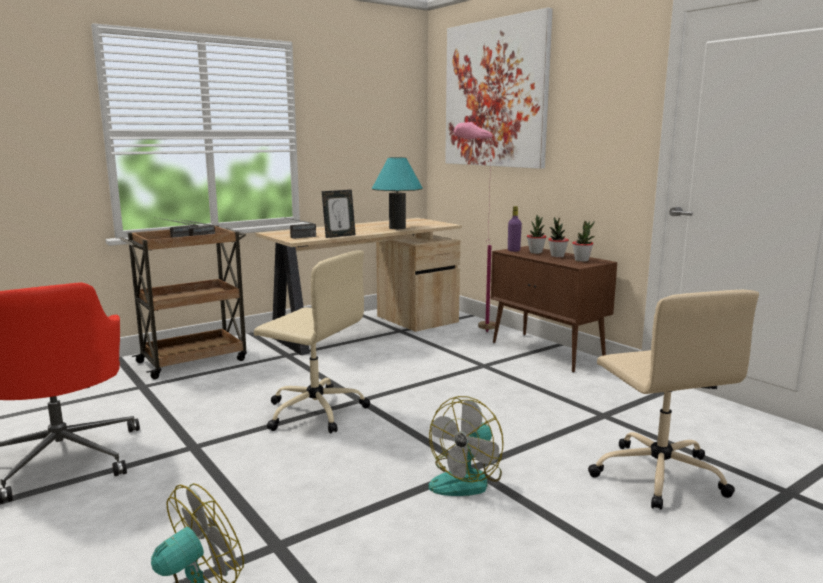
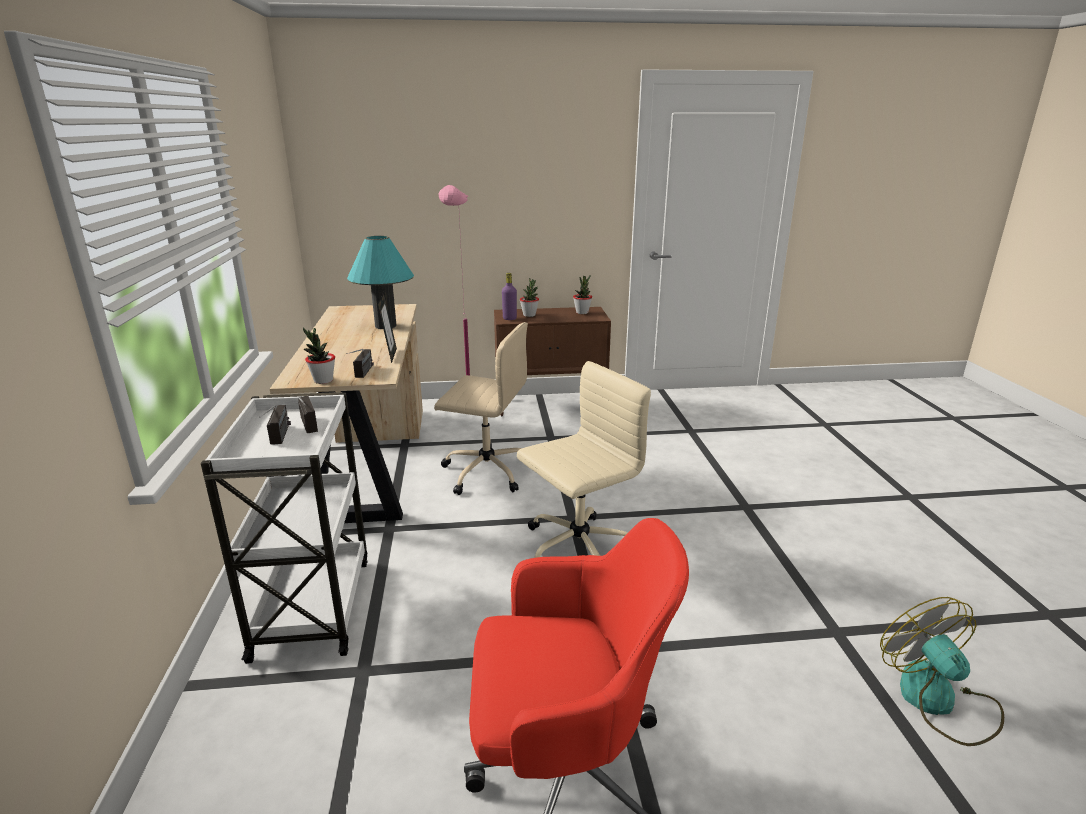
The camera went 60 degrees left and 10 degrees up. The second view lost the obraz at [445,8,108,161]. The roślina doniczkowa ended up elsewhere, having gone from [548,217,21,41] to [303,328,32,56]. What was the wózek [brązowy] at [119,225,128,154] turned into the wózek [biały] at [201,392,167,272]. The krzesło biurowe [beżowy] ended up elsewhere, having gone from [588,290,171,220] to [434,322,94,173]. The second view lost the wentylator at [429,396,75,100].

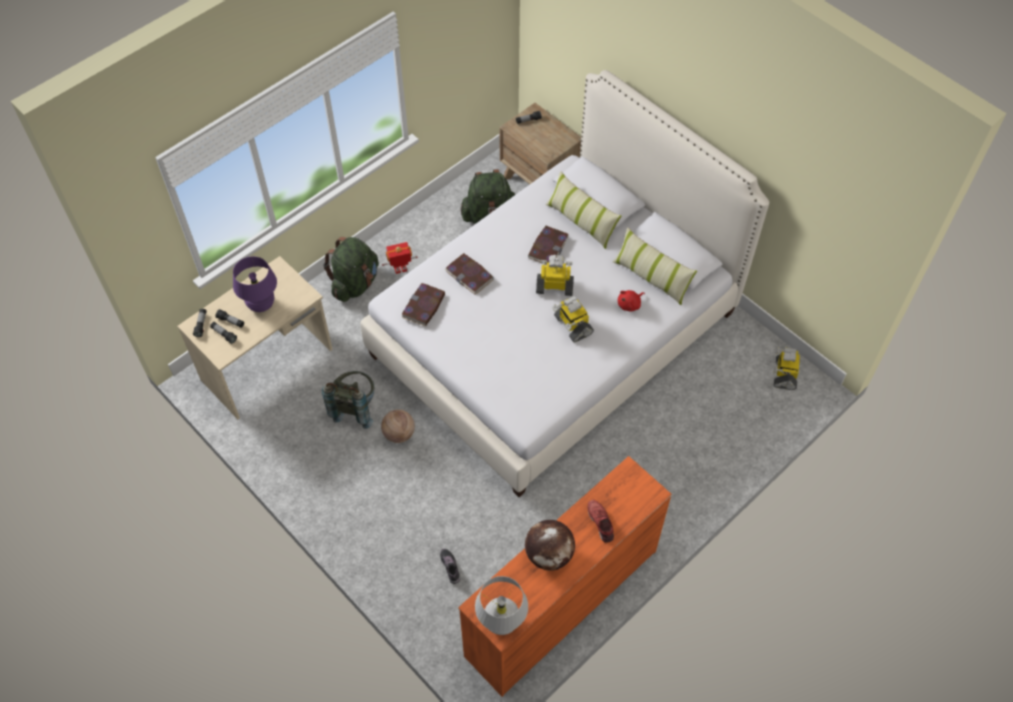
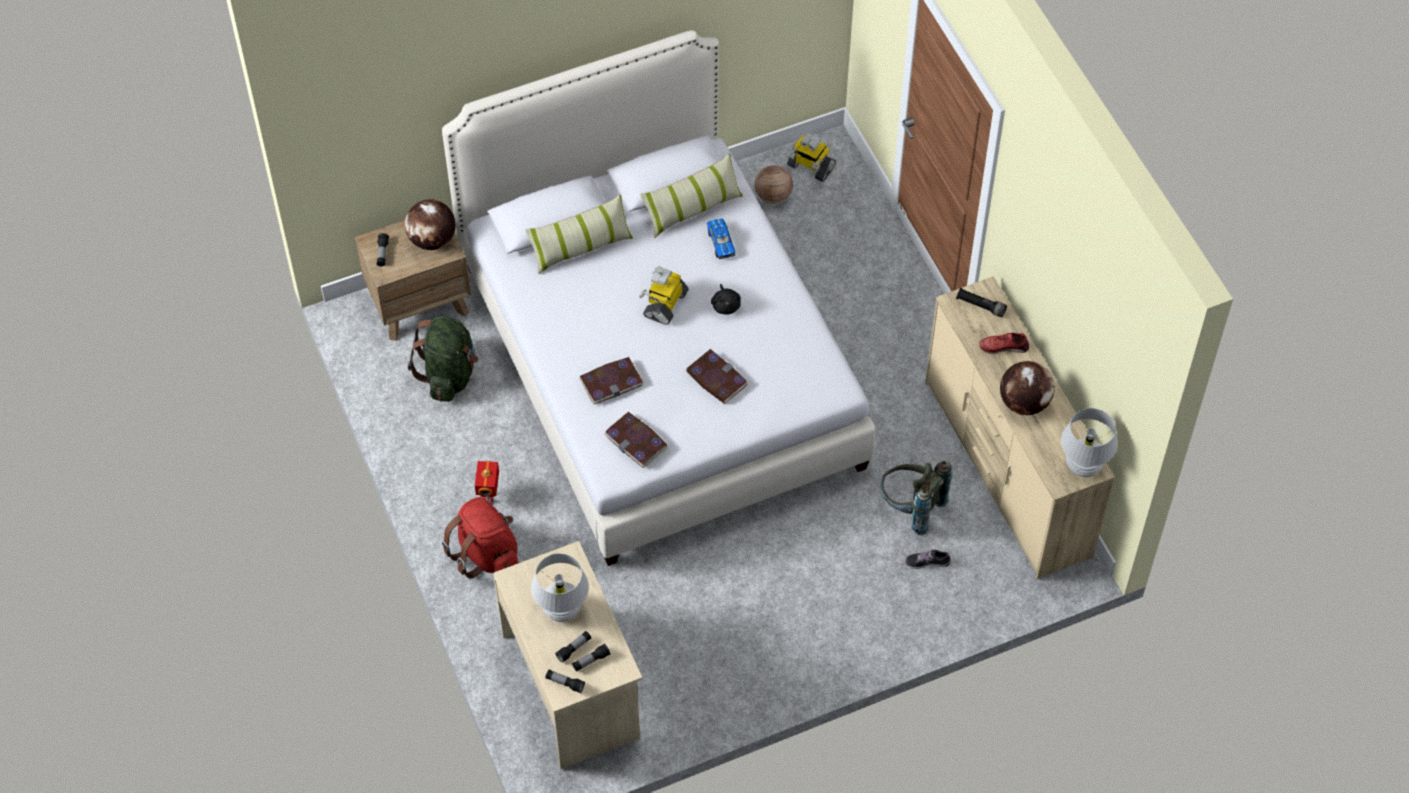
The camera went 70 degrees left and 0 degrees up. The książka ended up elsewhere, having gone from [528,226,41,39] to [686,349,63,55]. What was the plecak [zielony] at [323,237,56,65] turned into the plecak [czerwony] at [442,497,76,81]. What was the lampa stołowa [fioletowy] at [233,256,44,56] turned into the lampa stołowa [biały] at [531,553,58,69]. Where the pluszak [czerwony] stood at [618,290,27,22], the samochodzik came to stand at [707,218,29,41]. Where the robot zabawkowy stood at [552,296,42,46], the pluszak [czarny] came to stand at [711,284,30,30]. The plecak [szary] ended up elsewhere, having gone from [322,371,52,58] to [880,460,72,75]. The piłka do koszykówki ended up elsewhere, having gone from [381,410,34,33] to [755,165,38,39]. What was the komoda [pomarańczowy] at [458,456,214,241] turned into the komoda [beżowy] at [925,276,190,303]. The second view gained the globus at [405,199,51,51]. The second view gained the latarka [czarny] at [956,288,51,29].

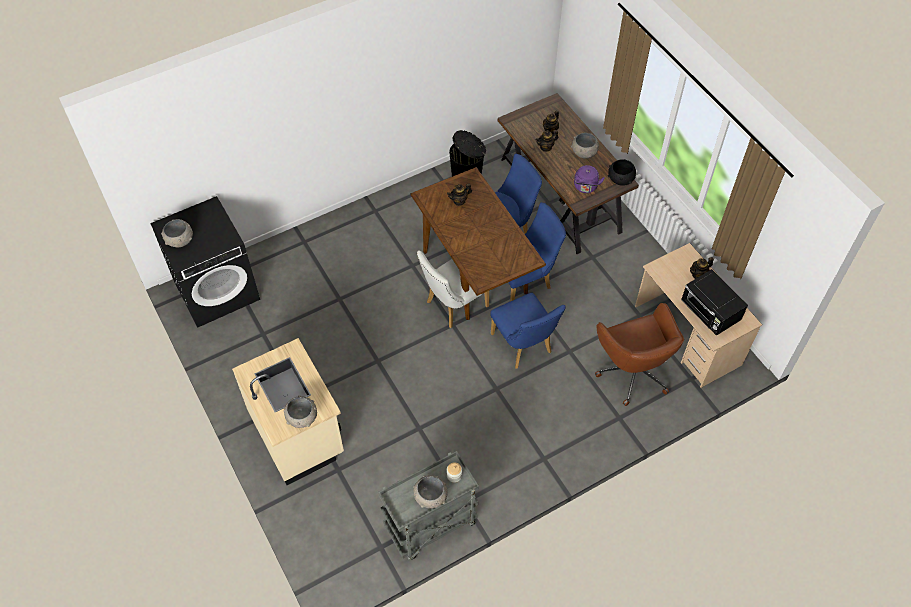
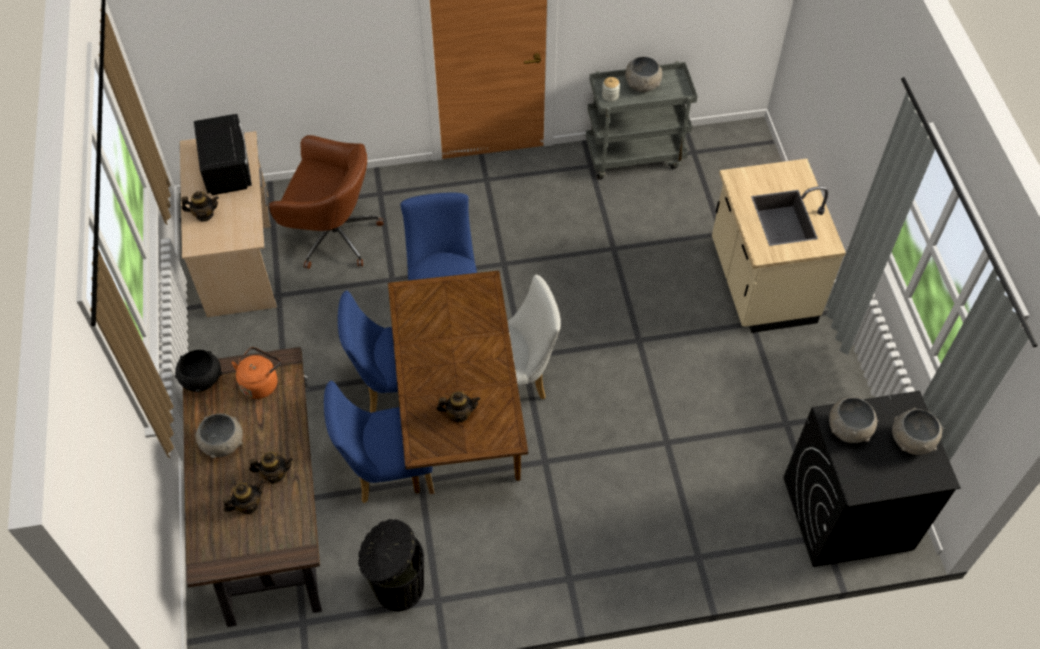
The camera went 160 degrees left and 0 degrees up. What was the czajnik [fioletowy] at [574,165,31,28] turned into the czajnik [pomarańczowy] at [231,347,50,52]. The krzesło biurowe [brązowy] at [595,303,89,103] ended up facing another way, 105 degrees clockwise from before. The miska [szary] ended up elsewhere, having gone from [284,395,33,33] to [829,397,49,46].

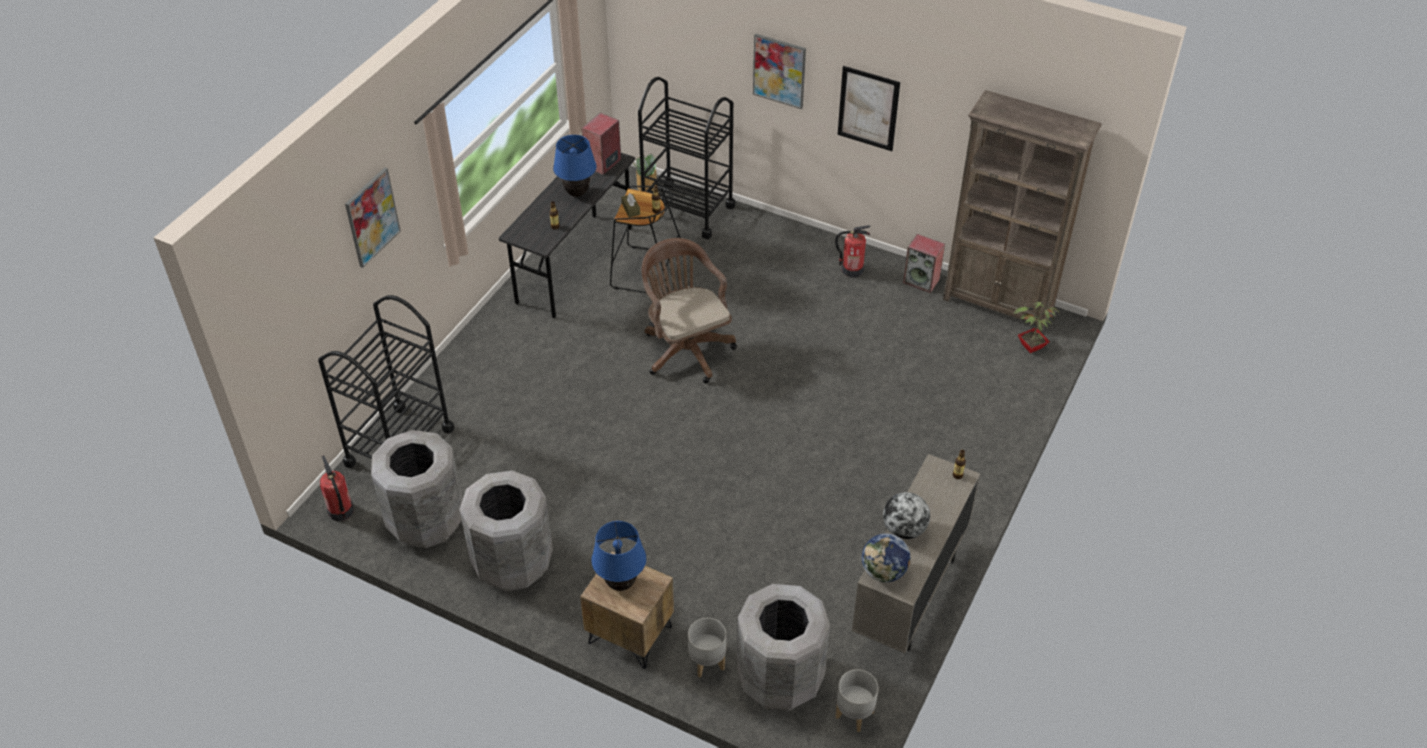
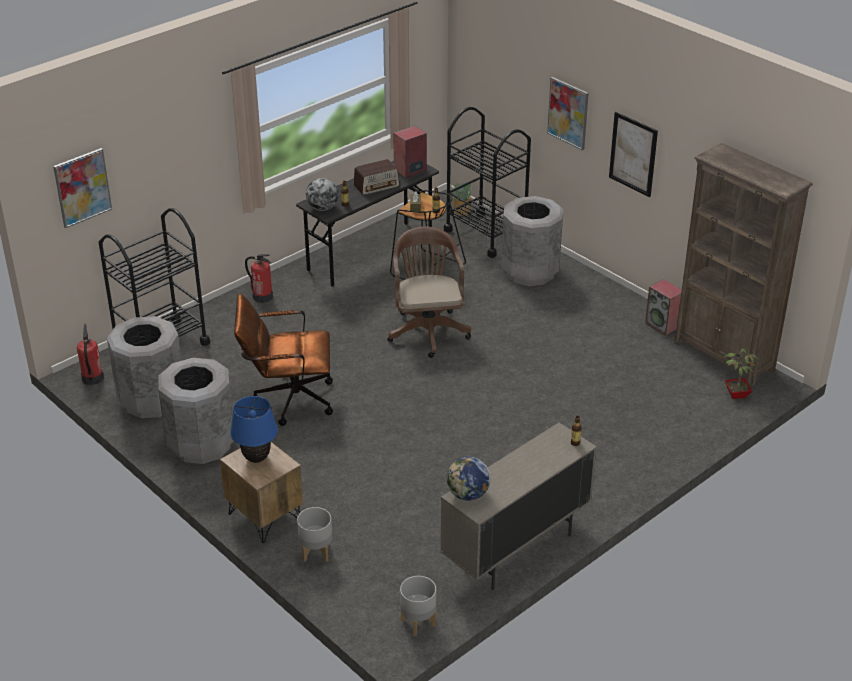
The camera went 20 degrees right and 10 degrees down. Where the lampa stołowa [niebieski] stood at [553,135,43,62], the radio came to stand at [354,159,46,36]. The obraz ended up elsewhere, having gone from [345,167,56,101] to [53,148,59,80]. The gaśnica ended up elsewhere, having gone from [835,225,36,53] to [245,254,28,49]. The globus ended up elsewhere, having gone from [883,492,47,47] to [306,178,32,33]. The kosz na śmieci [szary] ended up elsewhere, having gone from [737,584,93,127] to [501,196,62,90]. The second view gained the krzesło biurowe [brązowy] at [234,294,99,132].

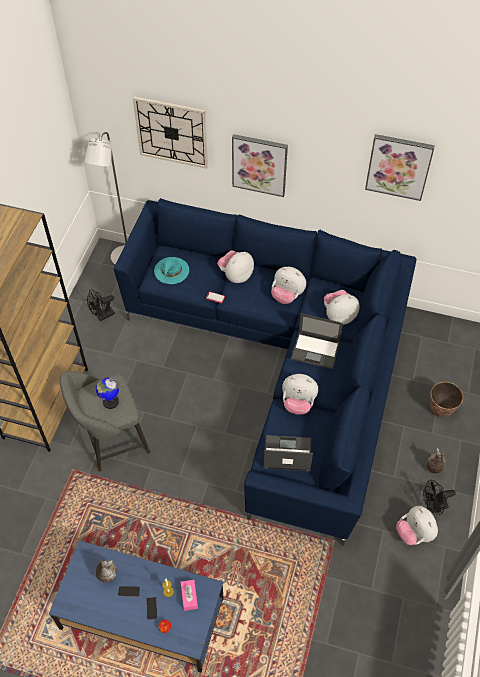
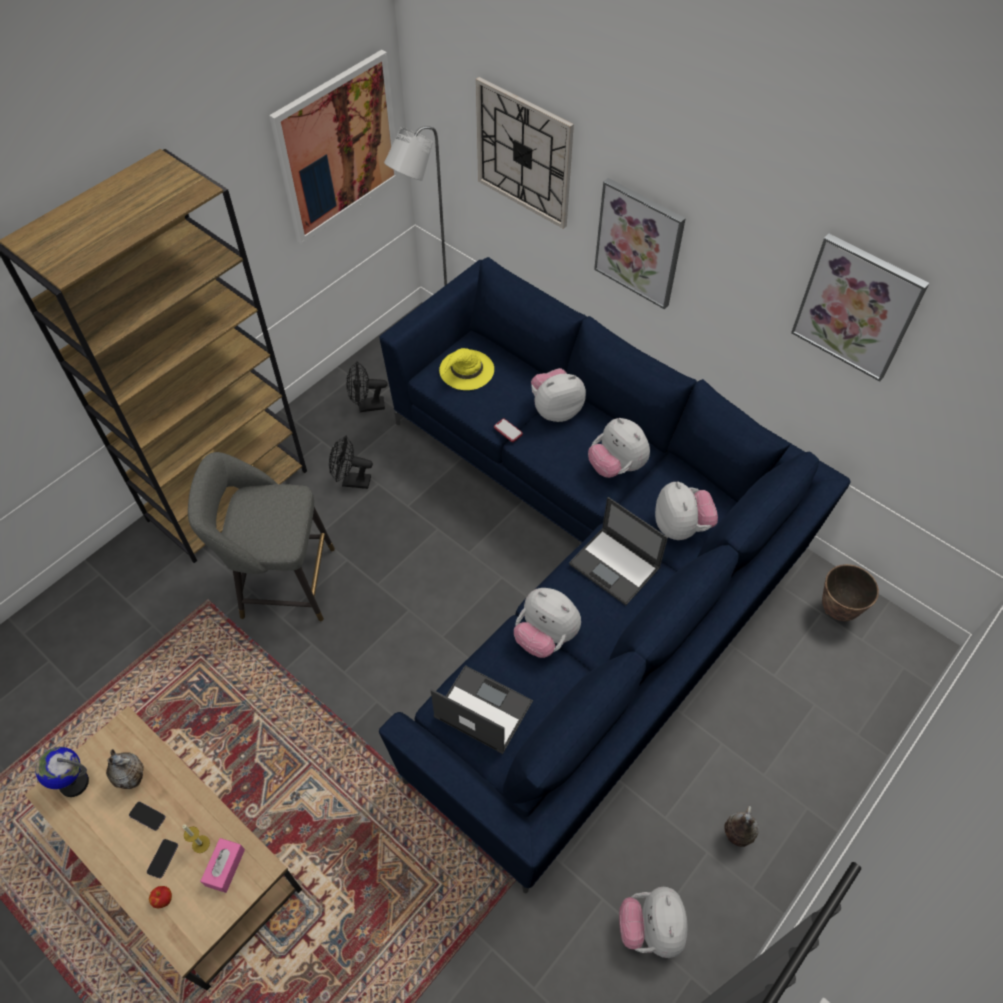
The camera went 25 degrees right and 0 degrees up. What was the kapelusz [turkusowy] at [154,257,35,27] turned into the kapelusz [żółty] at [439,348,55,42]. The pluszak at [324,290,36,35] ended up facing another way, 75 degrees clockwise from before. The globus ended up elsewhere, having gone from [96,378,26,31] to [35,747,54,50]. The donica ended up elsewhere, having gone from [430,382,33,35] to [822,564,57,57]. The wentylator [czarny] ended up elsewhere, having gone from [423,480,33,35] to [329,436,44,53]. What was the ława [niebieski] at [49,540,174,132] turned into the ława [brązowy] at [25,706,277,284]. The second view gained the obraz at [269,50,131,194].

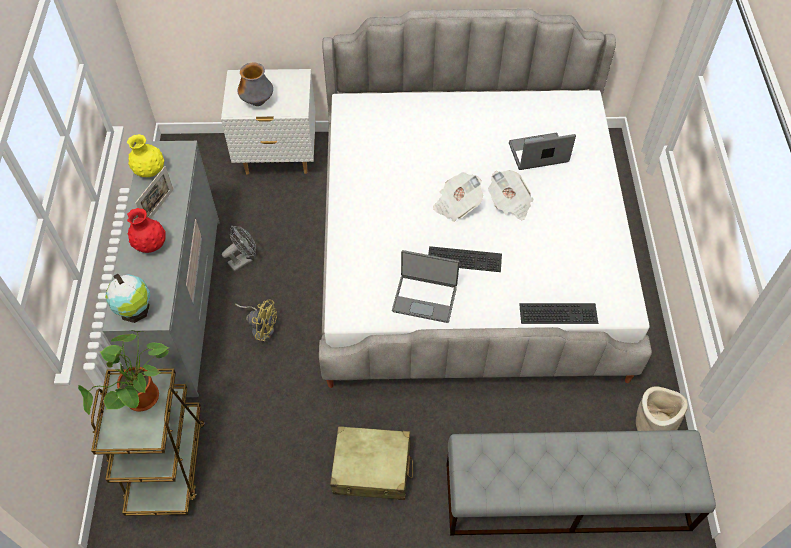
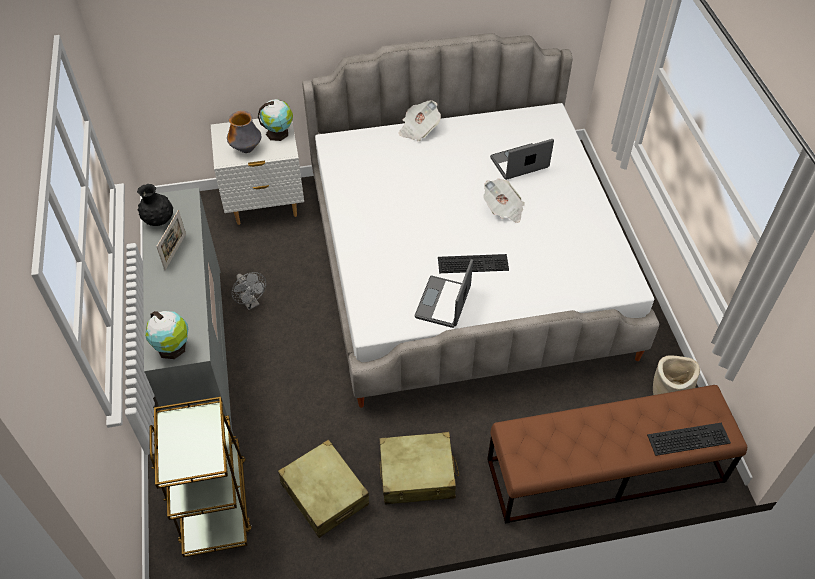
The camera went 10 degrees left and 5 degrees down. What was the wazon [żółty] at [127,134,37,43] turned into the wazon [czarny] at [137,184,36,42]. The gazeta ended up elsewhere, having gone from [433,172,50,50] to [399,100,42,41]. The second view lost the wazon [czerwony] at [127,208,39,45]. The wentylator [szary] at [222,226,34,46] ended up facing another way, 105 degrees clockwise from before. The laptop at [392,250,68,73] ended up facing another way, 105 degrees clockwise from before. The second view lost the wentylator [żółty] at [235,300,42,41]. The klawiatura ended up elsewhere, having gone from [519,303,79,21] to [647,422,84,34]. The second view lost the roślina doniczkowa at [78,330,91,85]. What was the ławka [szary] at [447,430,269,105] turned into the ławka [brązowy] at [487,385,260,139]. The second view gained the globus at [258,99,35,42]. The second view gained the walizka [beżowy] at [278,439,91,99].

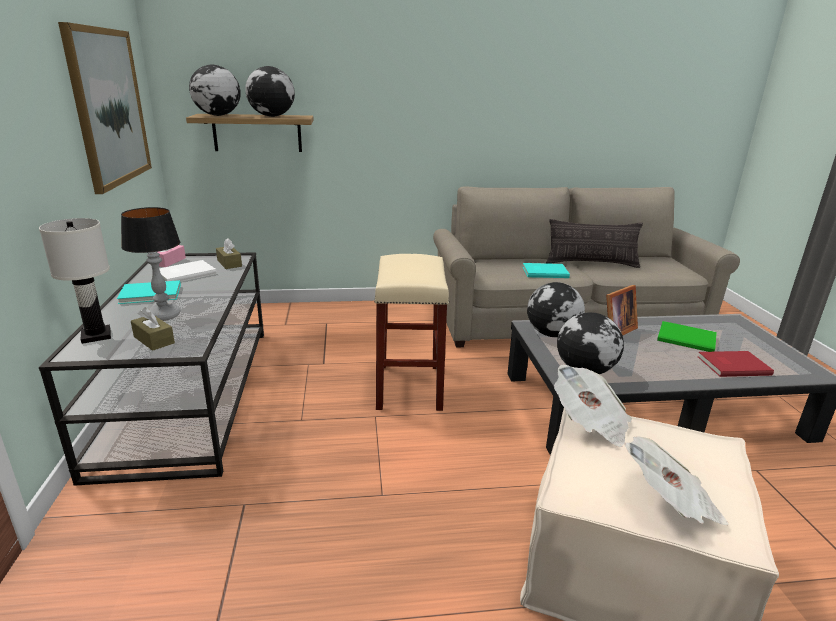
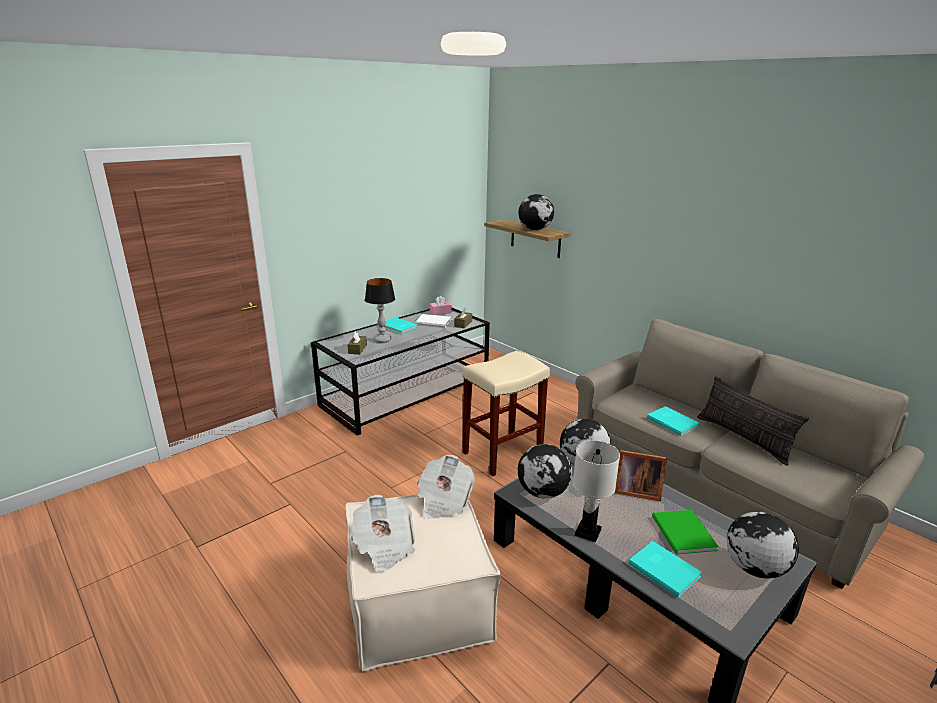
The camera went 55 degrees right and 0 degrees up. The second view lost the obraz at [58,22,94,172]. The globus ended up elsewhere, having gone from [189,65,52,51] to [727,512,72,67]. The lampa stołowa [biały] ended up elsewhere, having gone from [39,218,72,126] to [573,440,47,103]. What was the książka [czerwony] at [698,351,76,26] turned into the książka [turkusowy] at [628,541,74,57].

